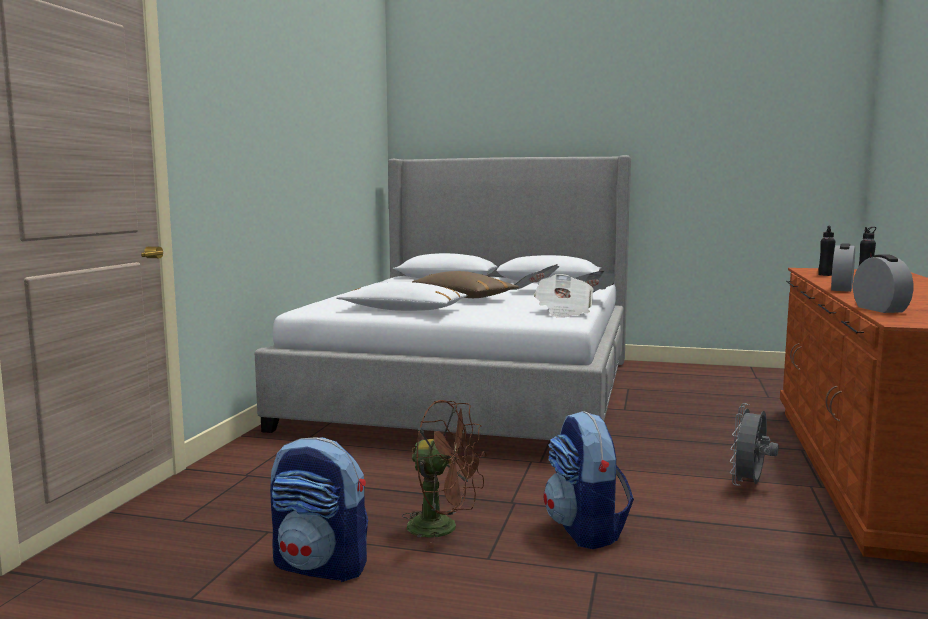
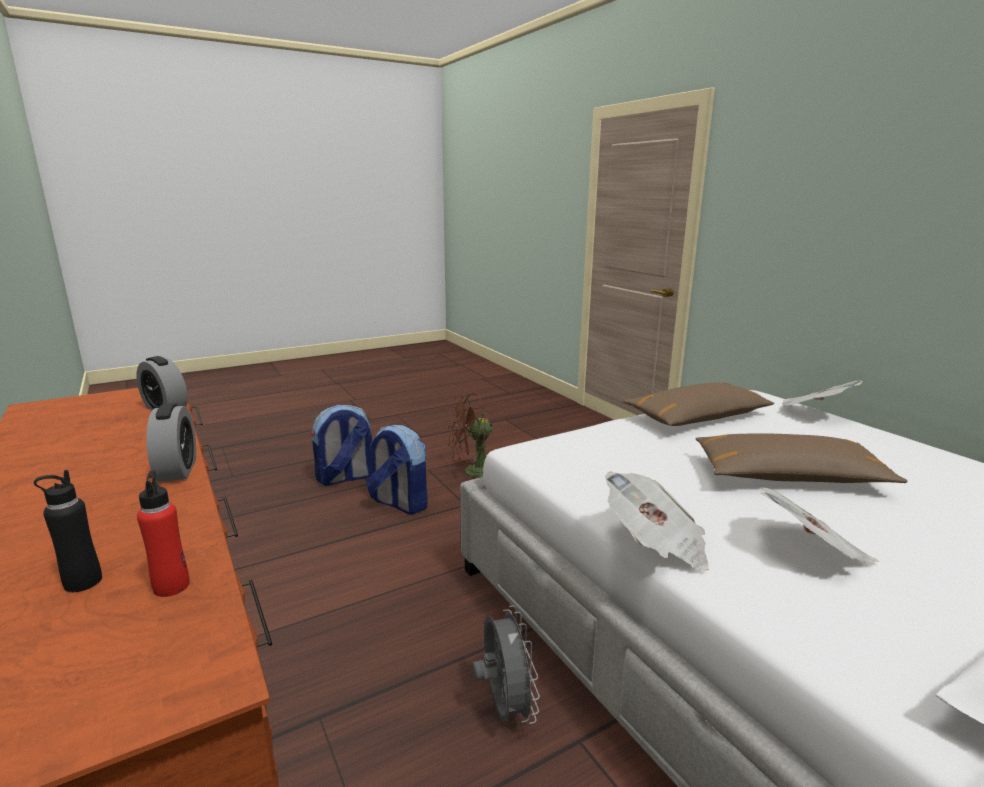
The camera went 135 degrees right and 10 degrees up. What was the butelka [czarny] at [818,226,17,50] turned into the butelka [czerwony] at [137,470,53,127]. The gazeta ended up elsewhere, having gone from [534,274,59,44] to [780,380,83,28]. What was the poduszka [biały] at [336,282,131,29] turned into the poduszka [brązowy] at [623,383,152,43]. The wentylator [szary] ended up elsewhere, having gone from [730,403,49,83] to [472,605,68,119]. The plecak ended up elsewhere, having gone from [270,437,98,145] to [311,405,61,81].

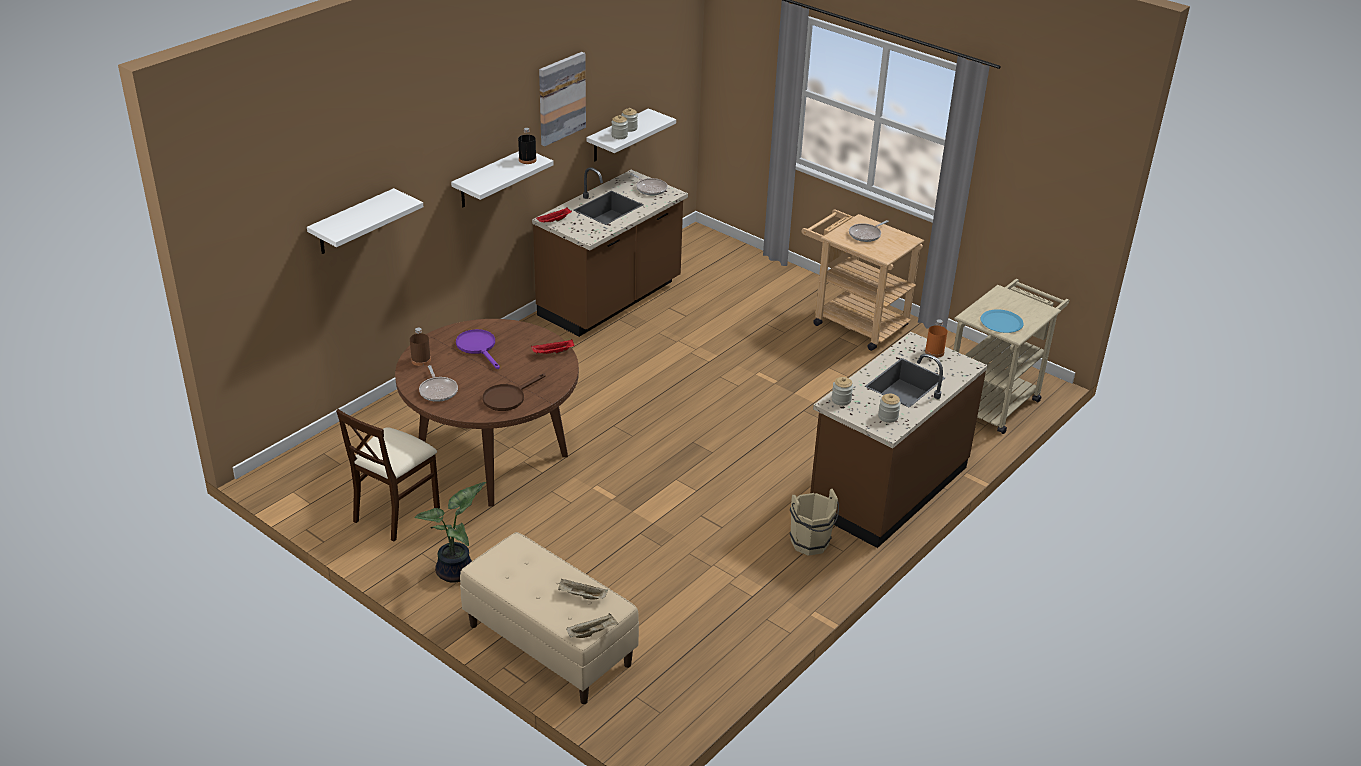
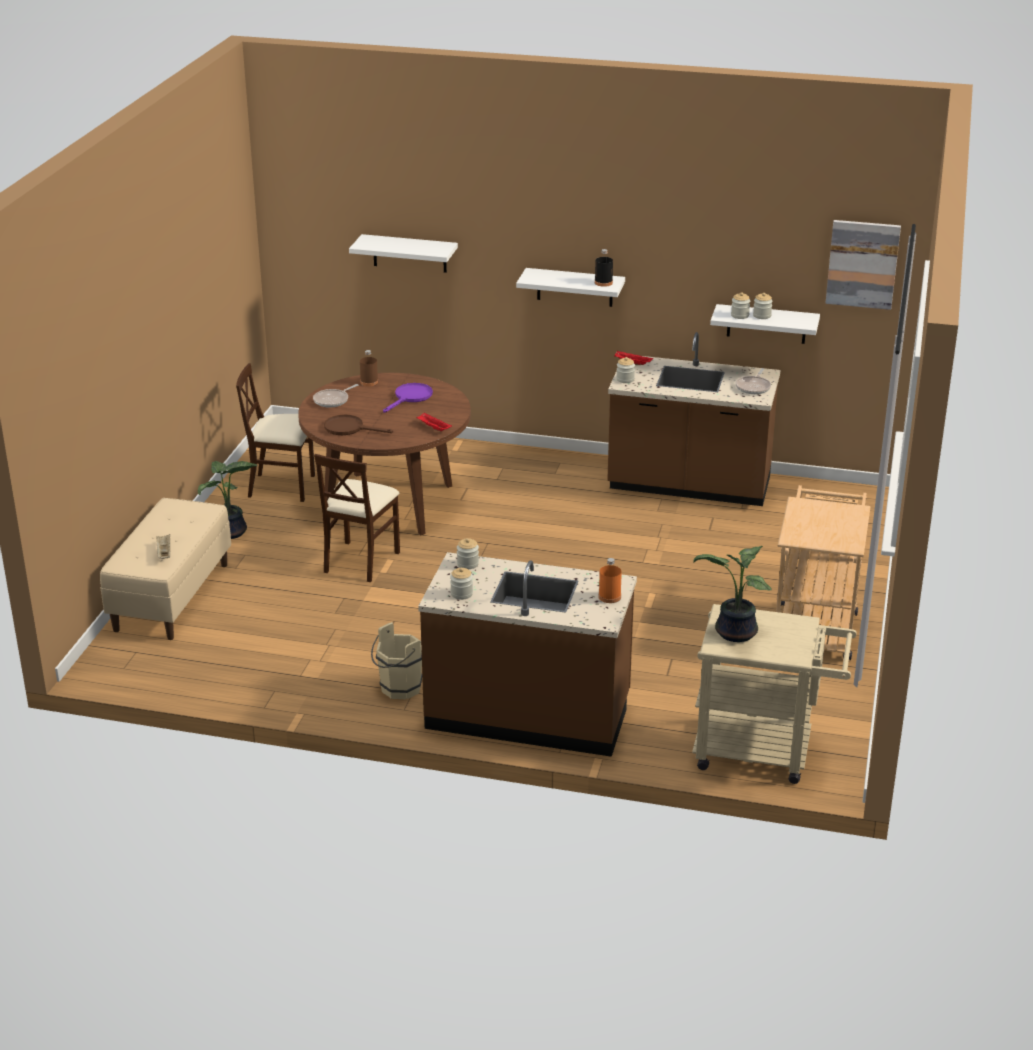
The camera went 65 degrees right and 5 degrees down. The obraz ended up elsewhere, having gone from [539,52,47,94] to [825,220,76,90]. The second view lost the patelnia at [849,220,40,22]. Where the talerz [niebieski] stood at [980,309,44,24], the roślina doniczkowa came to stand at [693,546,79,96]. The second view lost the taca [beżowy] at [566,613,52,25]. The second view gained the słoik at [616,357,19,26]. The second view gained the krzesło [beżowy] at [314,454,86,128].

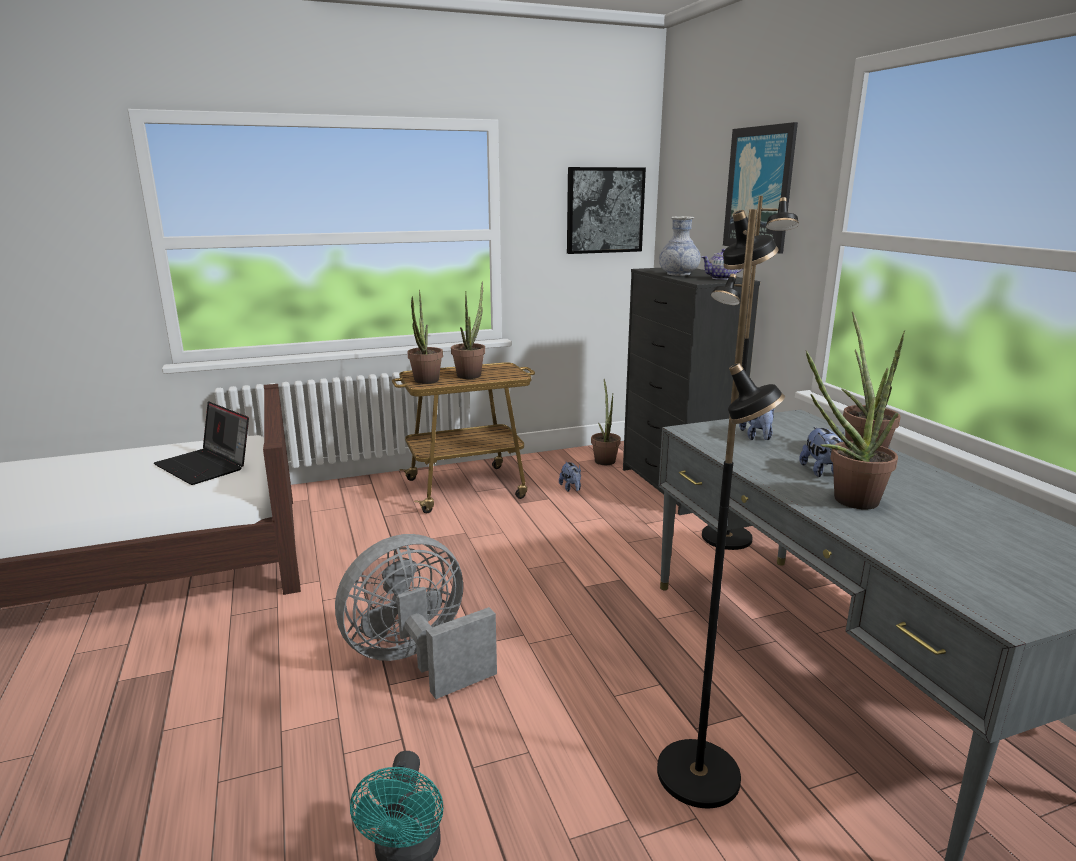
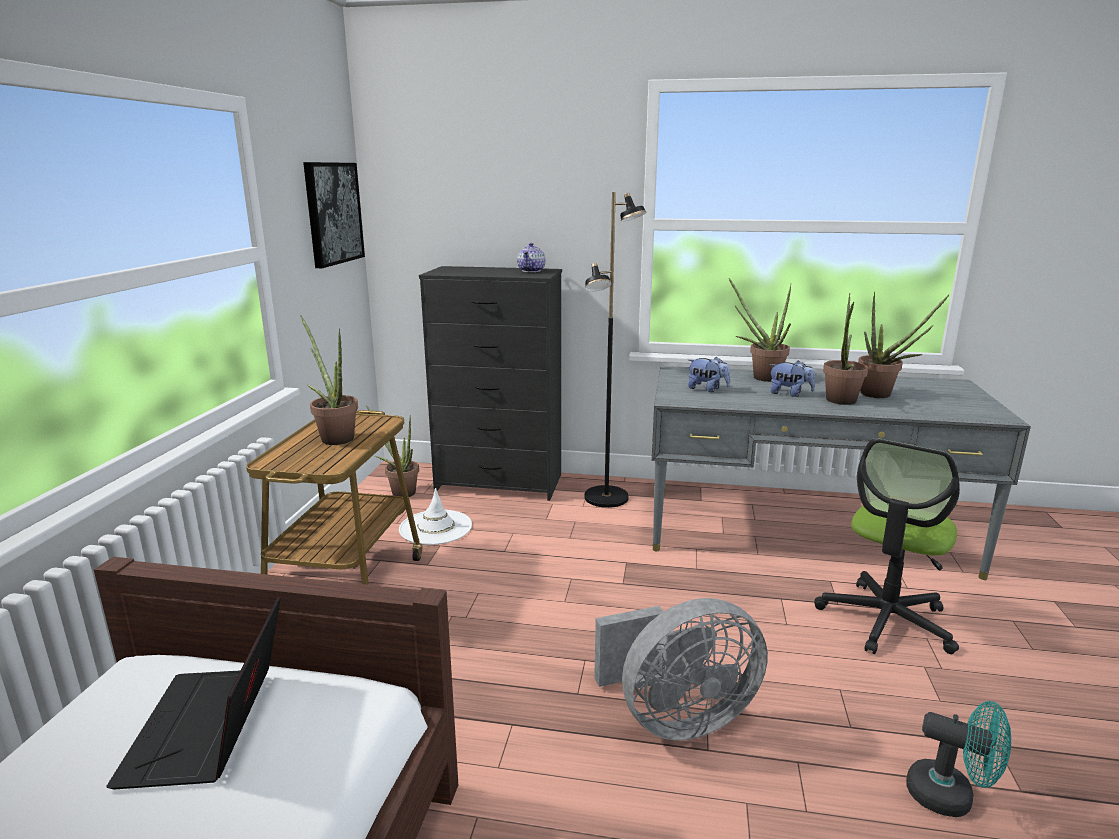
The camera went 60 degrees left and 0 degrees up. The second view lost the obraz at [723,122,75,132]. Where the lampa stojąca [czarny] stood at [657,209,128,599], the krzesło biurowe came to stand at [815,438,145,216]. The second view lost the wazon at [659,216,42,60]. The roślina doniczkowa ended up elsewhere, having gone from [407,290,36,94] to [858,292,91,106]. The laptop at [154,401,95,84] ended up facing another way, 105 degrees clockwise from before. Where the pluszak stood at [559,461,22,31], the kapelusz [biały] came to stand at [399,488,73,57]. The wentylator [szary] at [335,534,162,165] ended up facing another way, 105 degrees counterclockwise from before.

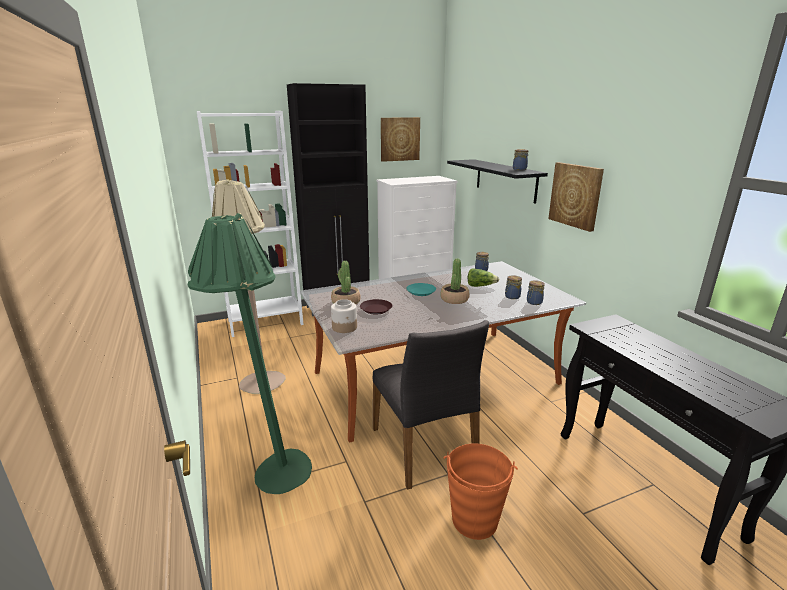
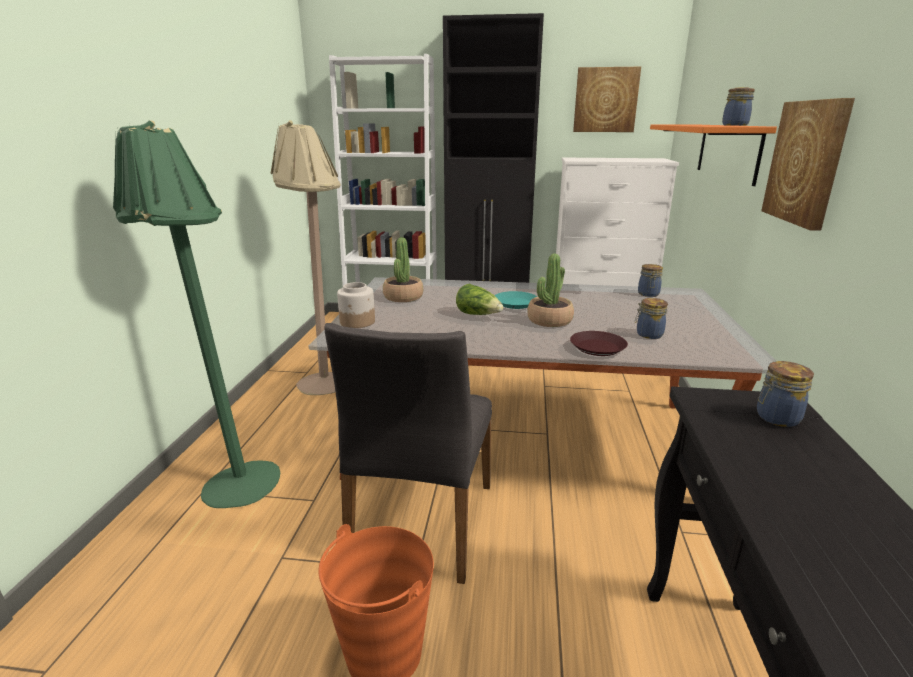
The camera went 30 degrees right and 0 degrees up. What was the półka [czarny] at [447,159,101,44] turned into the półka [pomarańczowy] at [650,125,127,61]. The sałata ended up elsewhere, having gone from [468,268,32,19] to [456,284,47,31]. The słoik ended up elsewhere, having gone from [527,280,18,25] to [757,361,57,66]. The talerz [brązowy] ended up elsewhere, having gone from [360,299,32,15] to [570,331,58,25].

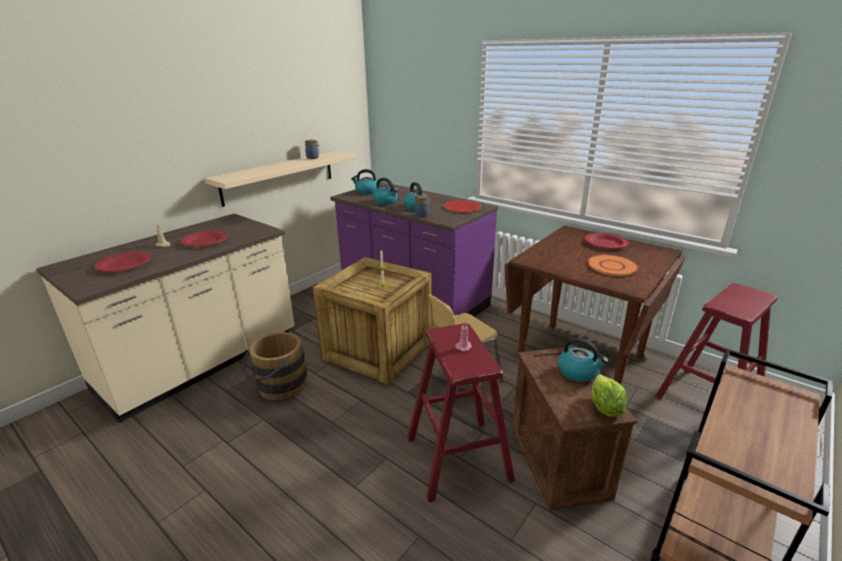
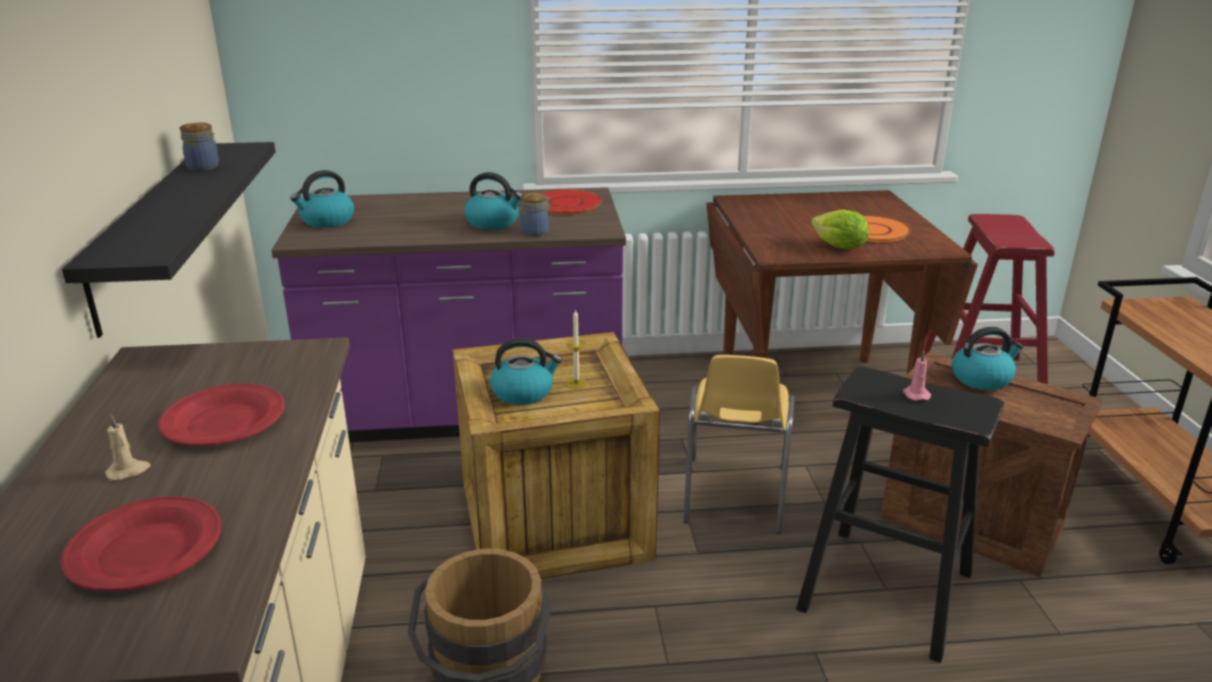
The camera went 45 degrees left and 0 degrees up. What was the półka [beżowy] at [205,151,151,56] turned into the półka [czarny] at [62,142,214,196]. The czajnik ended up elsewhere, having gone from [373,178,25,27] to [490,338,72,67]. The second view lost the talerz [czerwony] at [584,233,45,16]. What was the stołek [czerwony] at [407,323,108,180] turned into the stołek [czarny] at [796,366,208,297]. The sałata ended up elsewhere, having gone from [591,374,36,43] to [811,209,58,40].

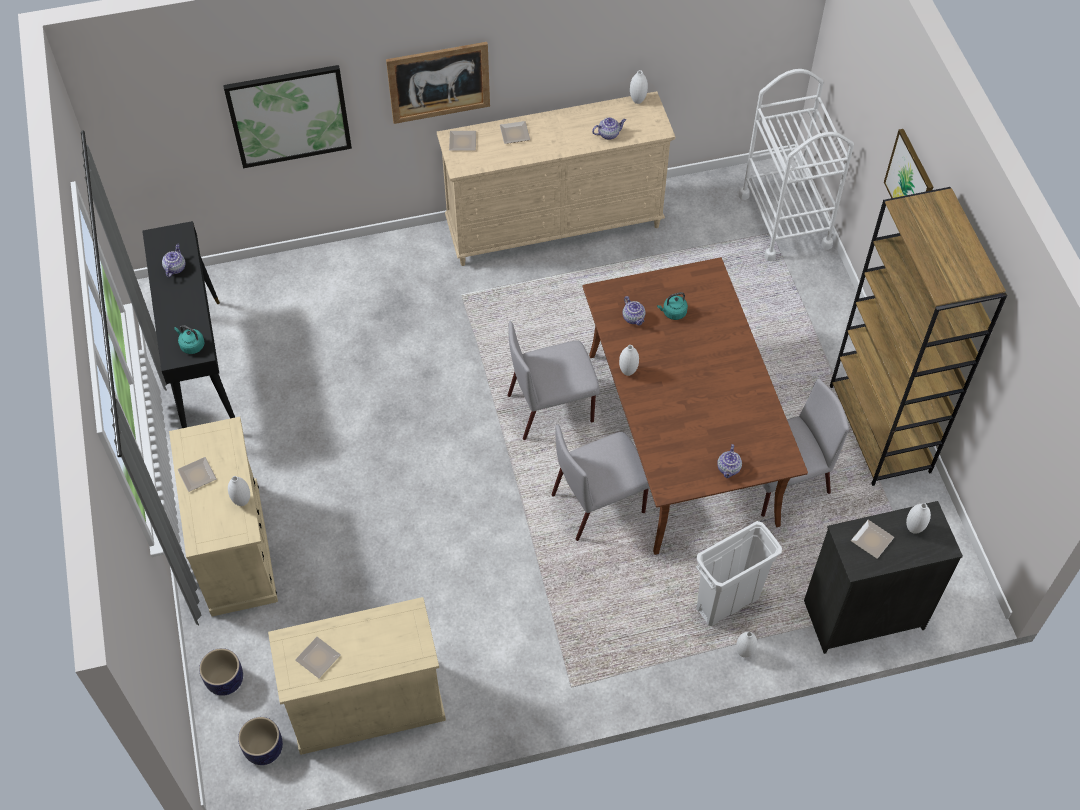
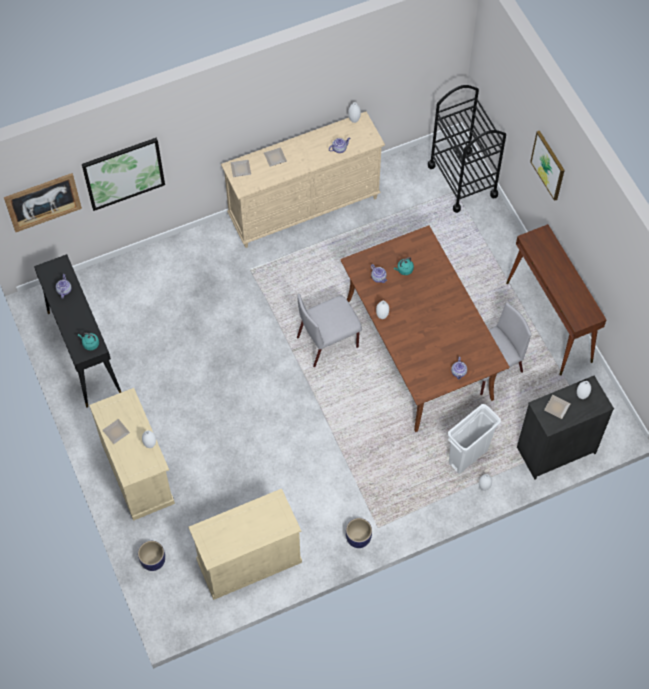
The camera went 10 degrees left and 5 degrees up. The obraz ended up elsewhere, having gone from [386,42,104,82] to [4,173,78,59]. What was the wózek [biały] at [739,69,115,192] turned into the wózek [czarny] at [428,85,78,128]. Where the regał [brązowy] stood at [830,187,177,299], the stolik konsolowy [brązowy] came to stand at [506,224,100,152]. The second view lost the krzesło [szary] at [551,424,99,117]. The second view lost the talerz at [295,637,46,41]. The donica ended up elsewhere, having gone from [238,717,45,48] to [346,518,26,30].

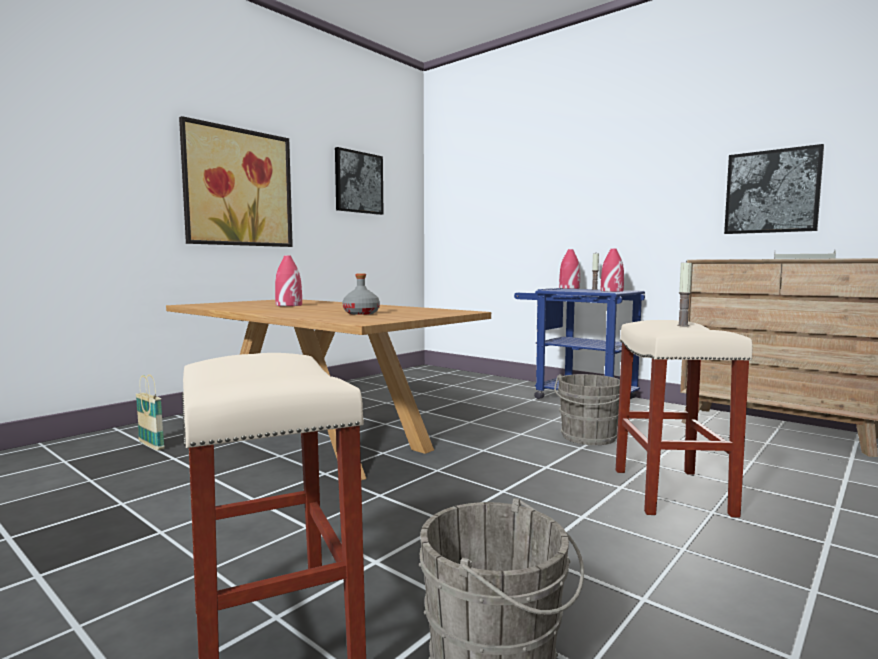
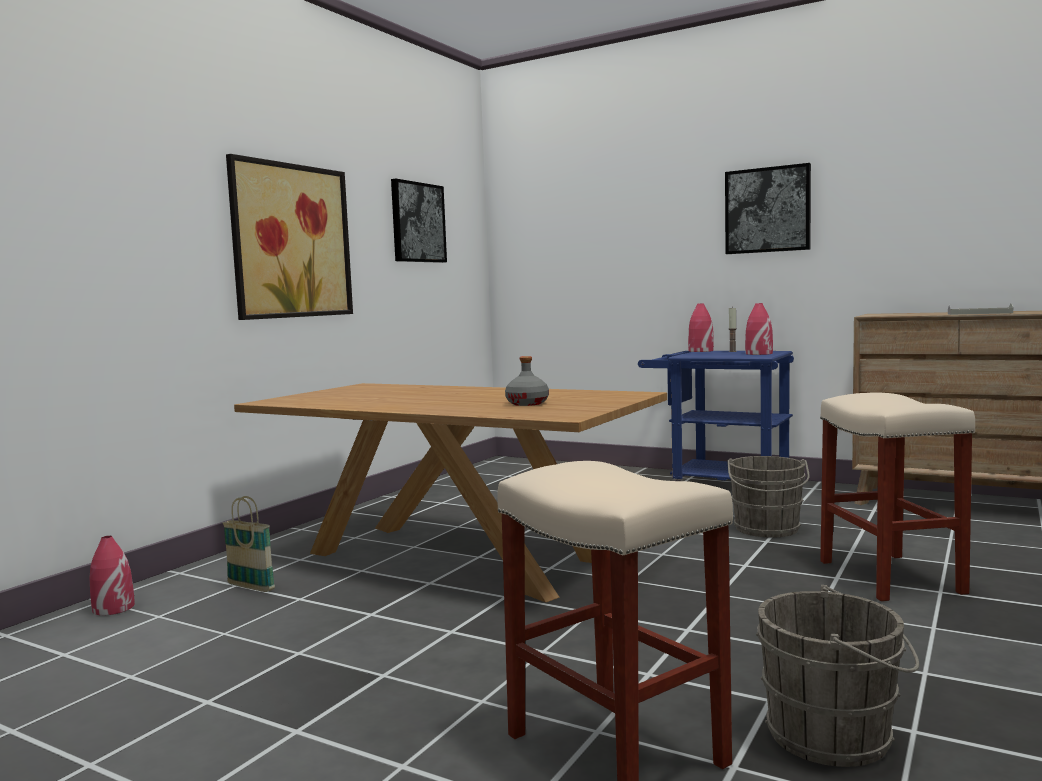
The camera went 10 degrees left and 0 degrees up. The obraz ended up elsewhere, having gone from [724,144,100,90] to [725,163,86,91]. The wazon [czerwony] ended up elsewhere, having gone from [275,255,27,51] to [89,536,46,80]. The second view lost the świeca at [677,261,15,65].

